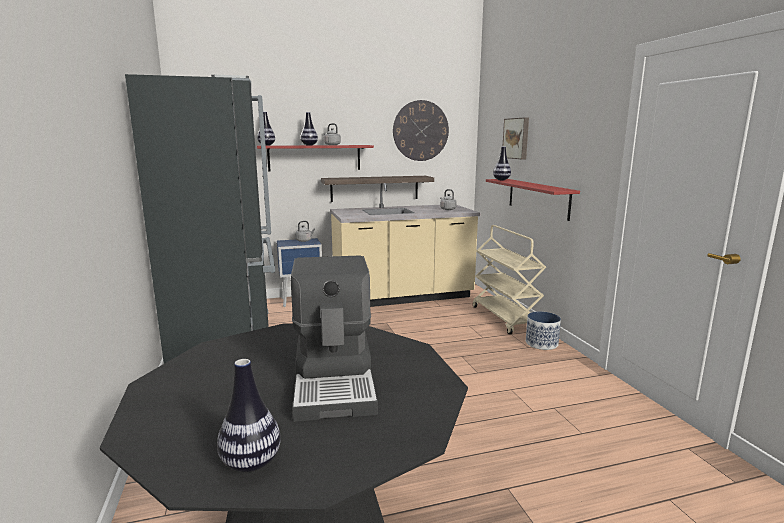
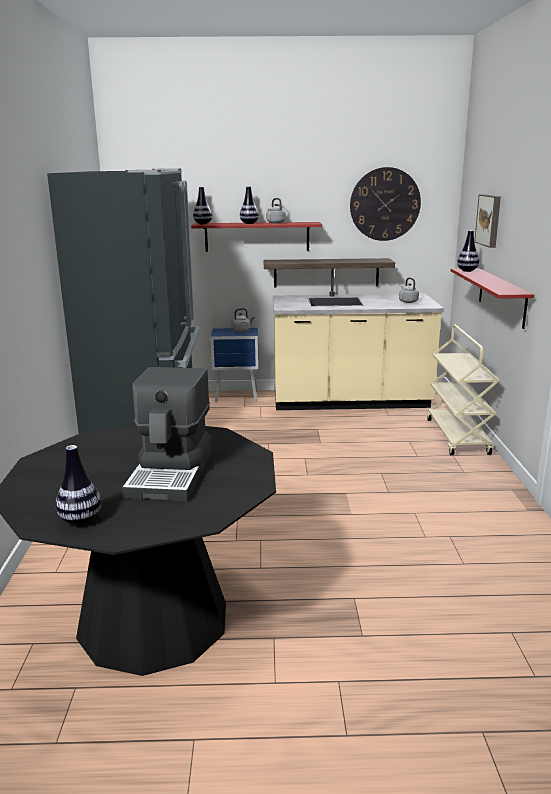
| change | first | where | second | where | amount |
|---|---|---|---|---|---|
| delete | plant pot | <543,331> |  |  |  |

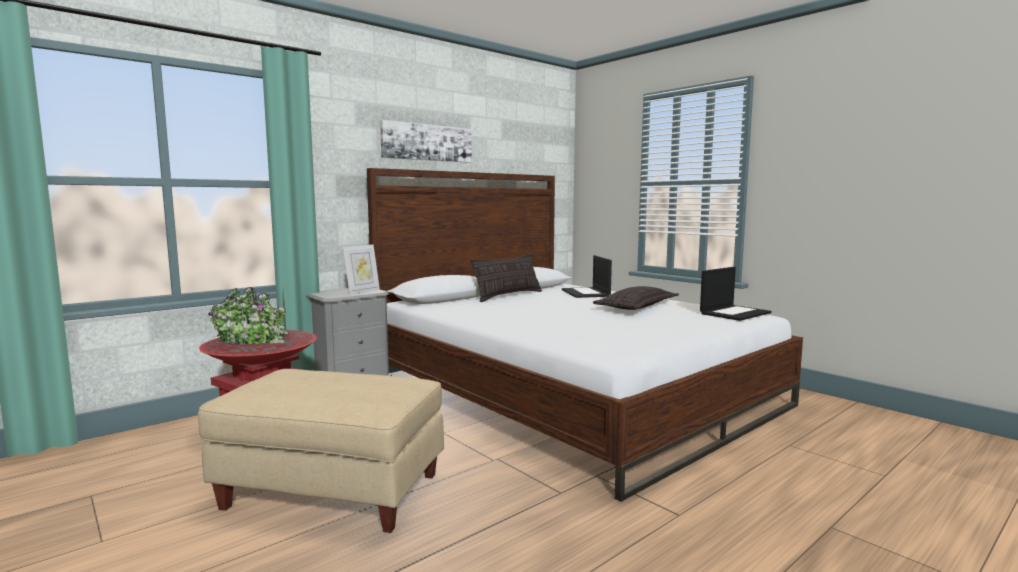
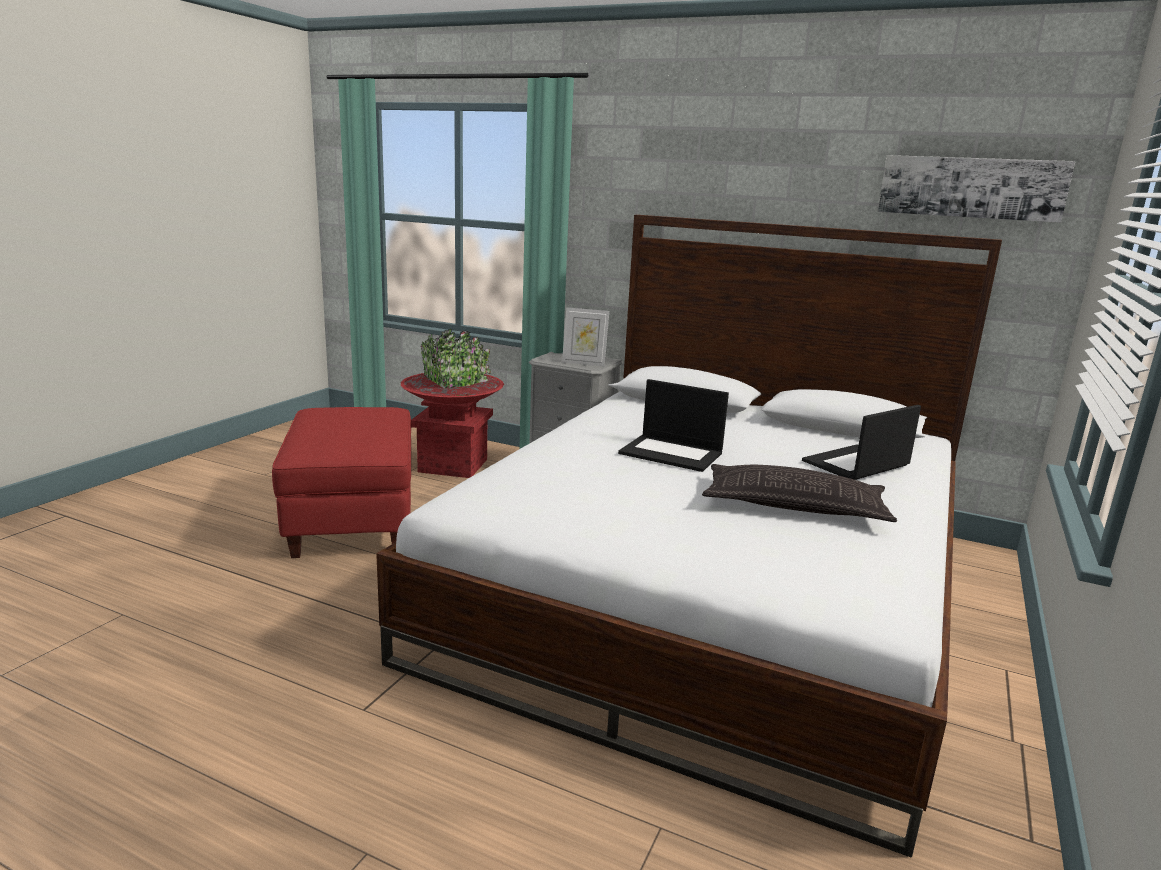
| change | first | where | second | where | amount |
|---|---|---|---|---|---|
| move | wall picture | <426,141> |  | <976,189> |  |
| delete | pillow | <506,277> |  |  |  |
| move | laptop | <735,294> |  | <673,425> |  |
| recolor | pouffe/beige-coloured | <321,451> | pouffe/red-coloured | <341,482> |  |

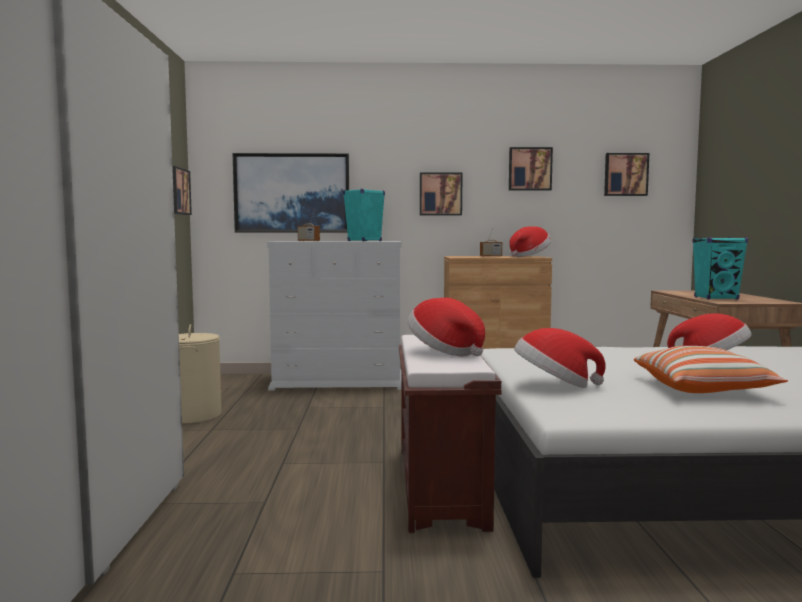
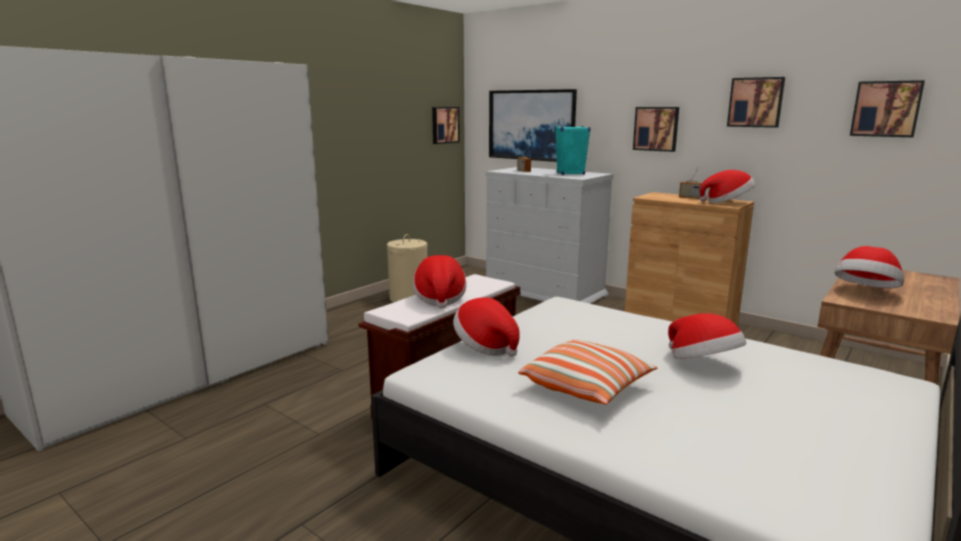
| change | first | where | second | where | amount |
|---|---|---|---|---|---|
| replace | loudspeaker/blue-green | <720,268> | clothing hat | <869,267> |  |

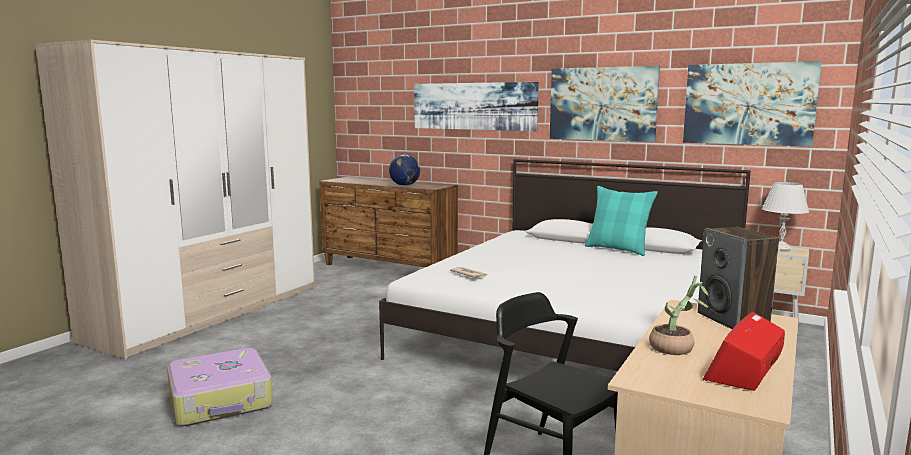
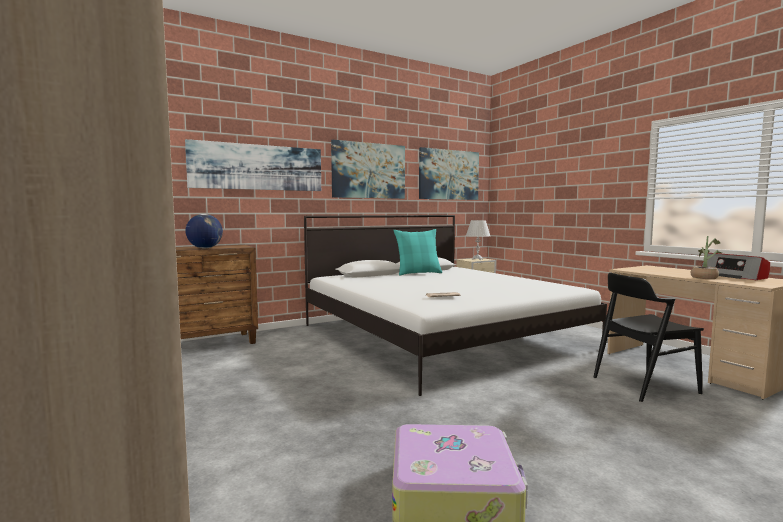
| change | first | where | second | where | amount |
|---|---|---|---|---|---|
| delete | loudspeaker | <738,278> |  |  |  |

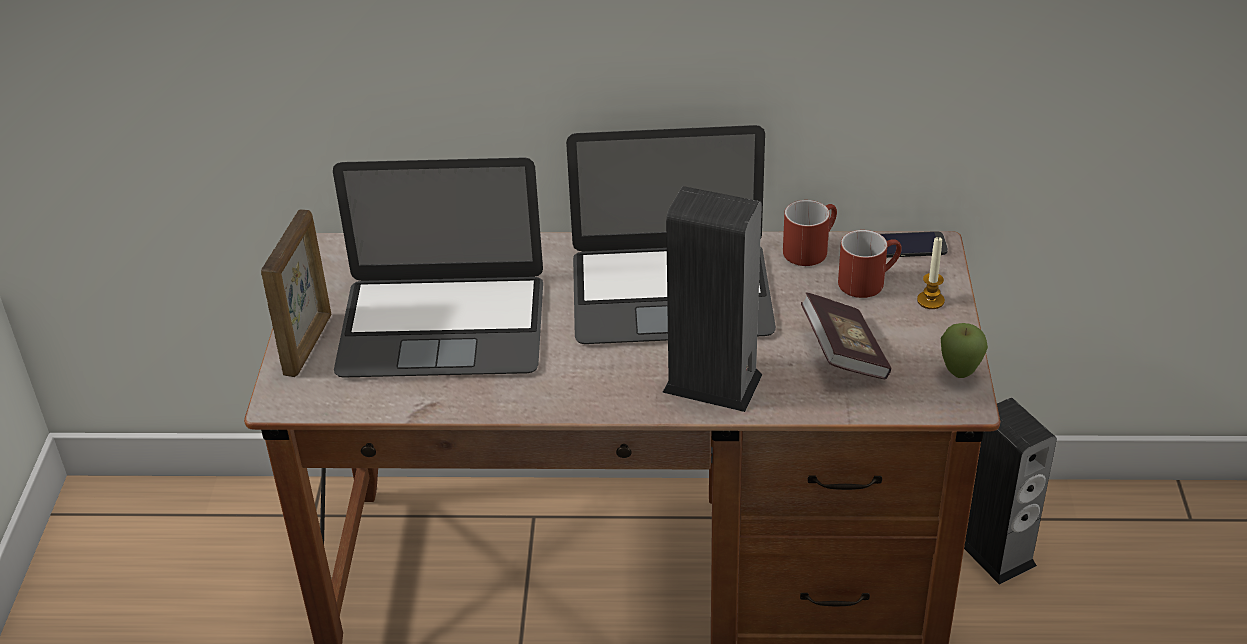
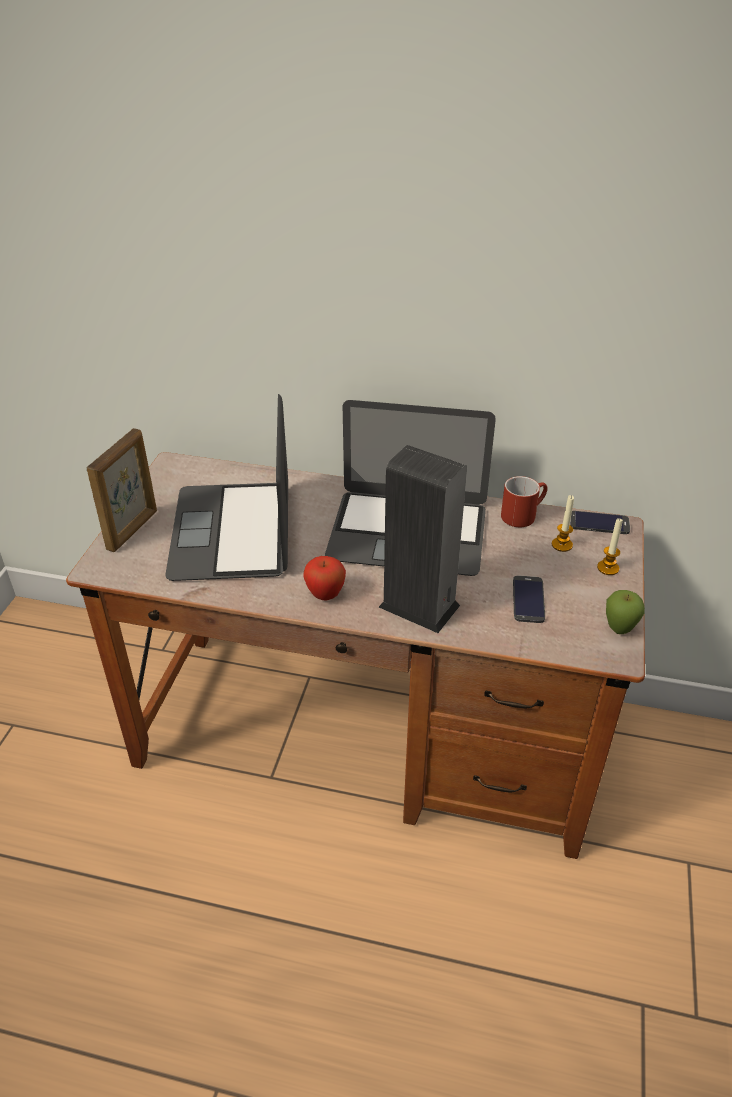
| change | first | where | second | where | amount |
|---|---|---|---|---|---|
| rotate | laptop | <438,267> |  | <226,487> | 75 degrees clockwise |
| replace | mug/red-coloured | <870,264> | wax light | <563,523> |  |
| replace | volume | <846,336> | telephone | <529,599> |  |
| delete | loudspeaker | <1010,491> |  |  |  |
| insert |  |  | apple fruit | <324,578> |  |

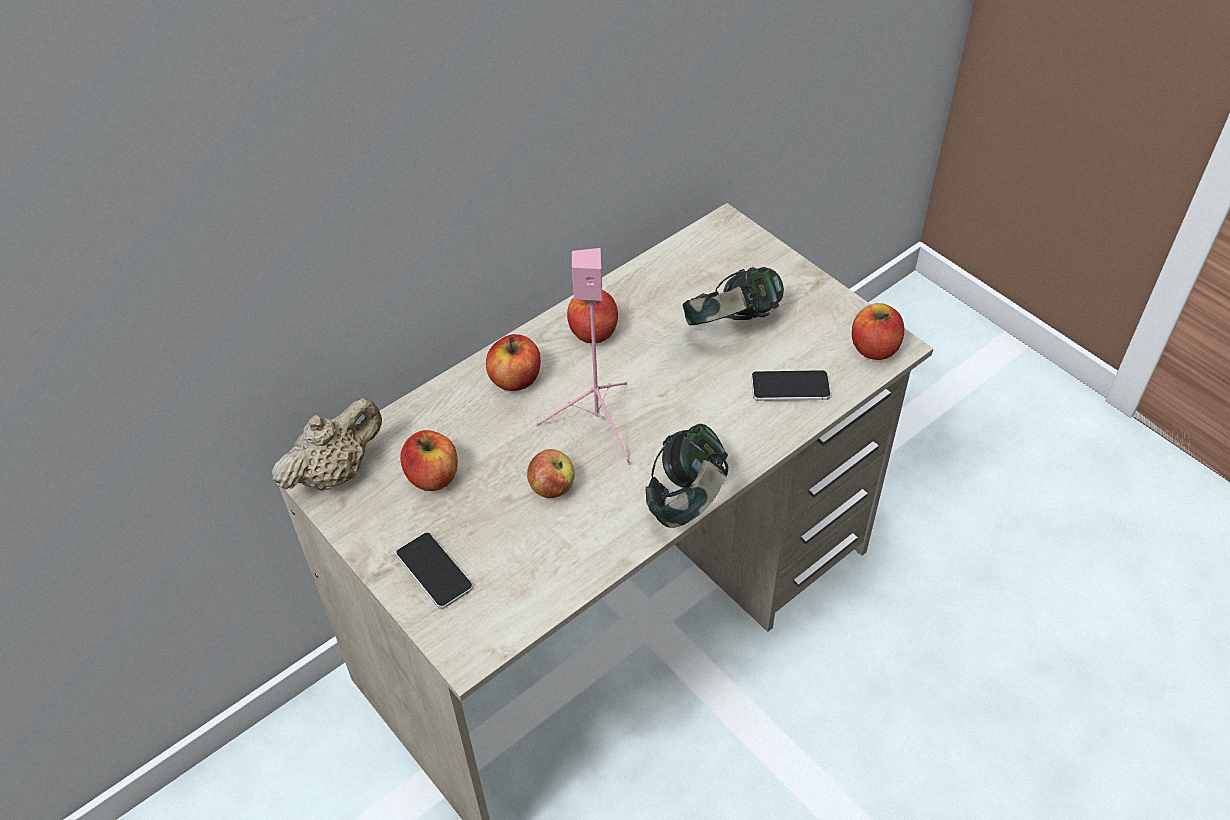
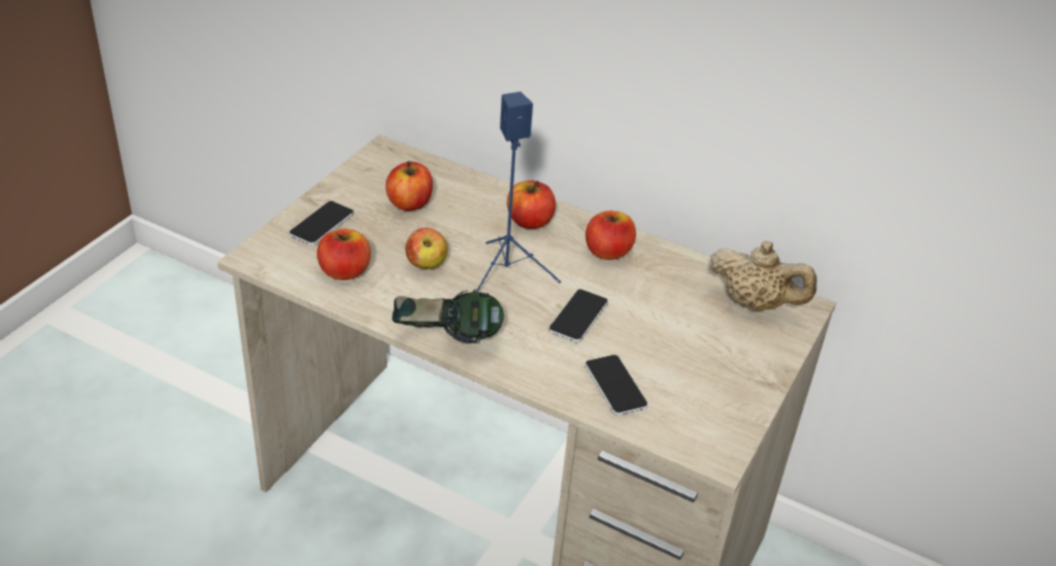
| change | first | where | second | where | amount |
|---|---|---|---|---|---|
| recolor | loudspeaker/pink-coloured | <583,356> | loudspeaker/bluish | <519,191> |  |
| delete | pair of headphones | <733,296> |  |  |  |
| move | apple fruit | <878,331> |  | <344,254> |  |
| move | tea pot/beige-coloured | <327,444> |  | <763,276> |  |
| insert |  |  | telephone | <578,316> |  |

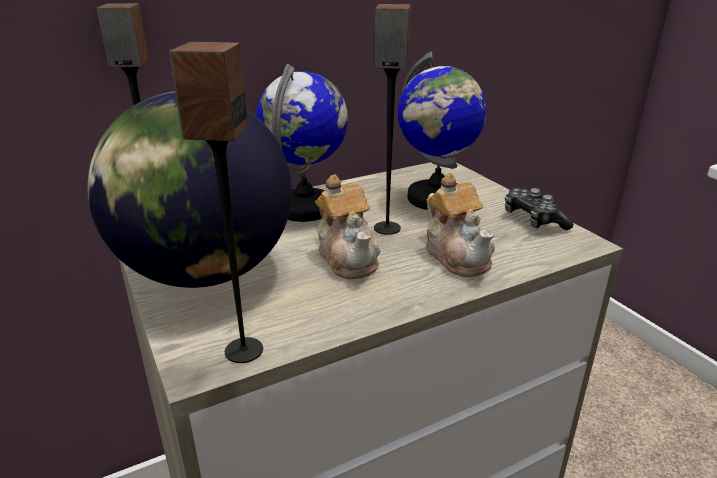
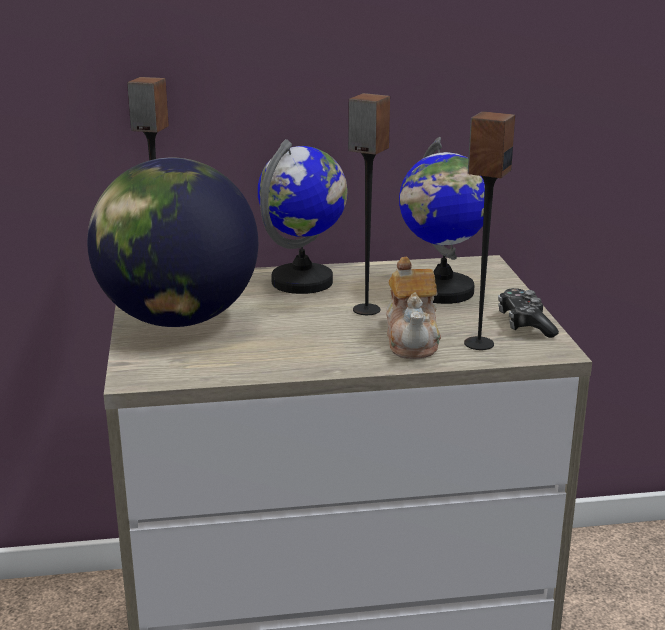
| change | first | where | second | where | amount |
|---|---|---|---|---|---|
| move | loudspeaker | <216,202> |  | <489,230> |  |
| delete | tea pot | <347,226> |  |  |  |

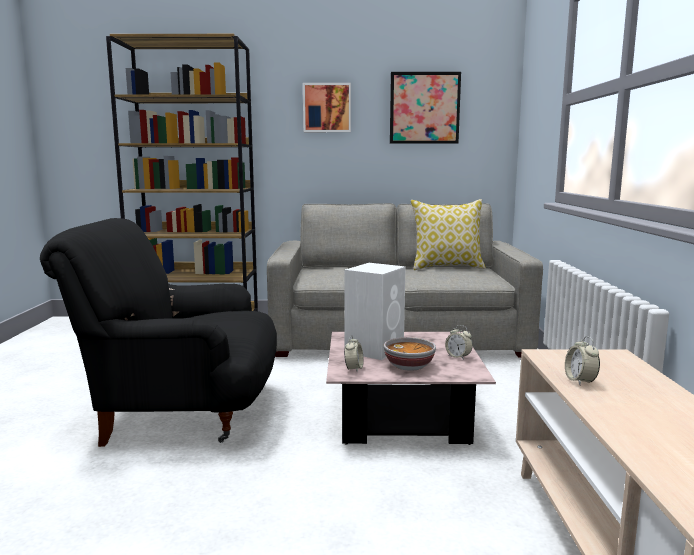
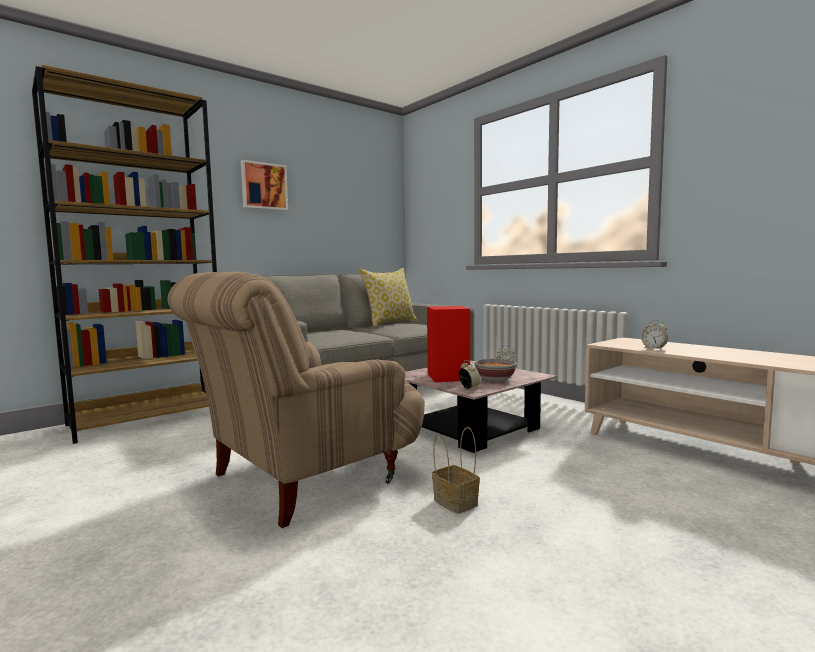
| change | first | where | second | where | amount |
|---|---|---|---|---|---|
| delete | wall picture | <425,108> |  |  |  |
| recolor | lounge chair/black | <158,332> | lounge chair/beige-coloured | <296,400> |  |
| recolor | loudspeaker/white | <375,311> | loudspeaker/red-coloured | <448,344> |  |
| insert |  |  | household basket | <456,470> |  |

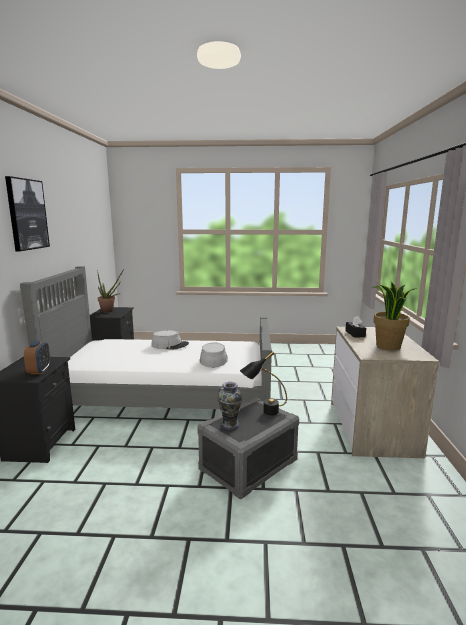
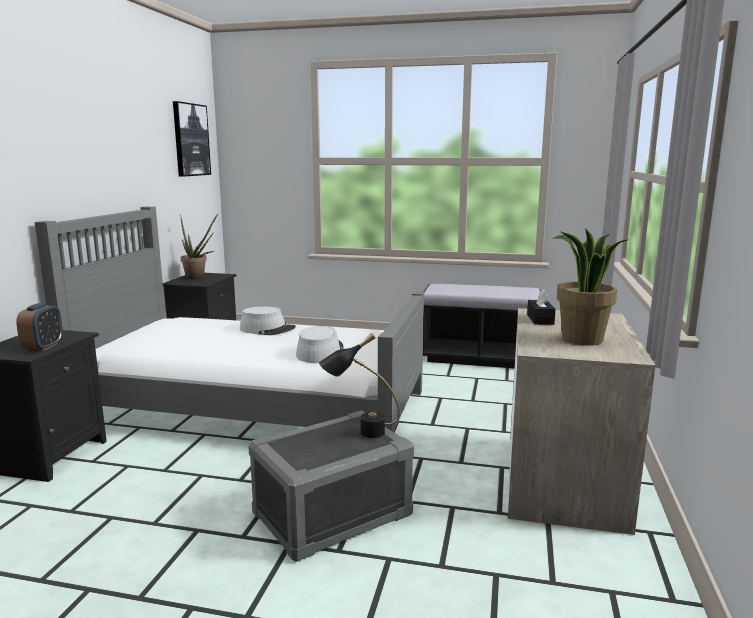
| change | first | where | second | where | amount |
|---|---|---|---|---|---|
| move | wall picture | <27,213> |  | <192,139> |  |
| delete | flower vase | <230,406> |  |  |  |
| insert |  |  | bench/black | <482,326> |  |

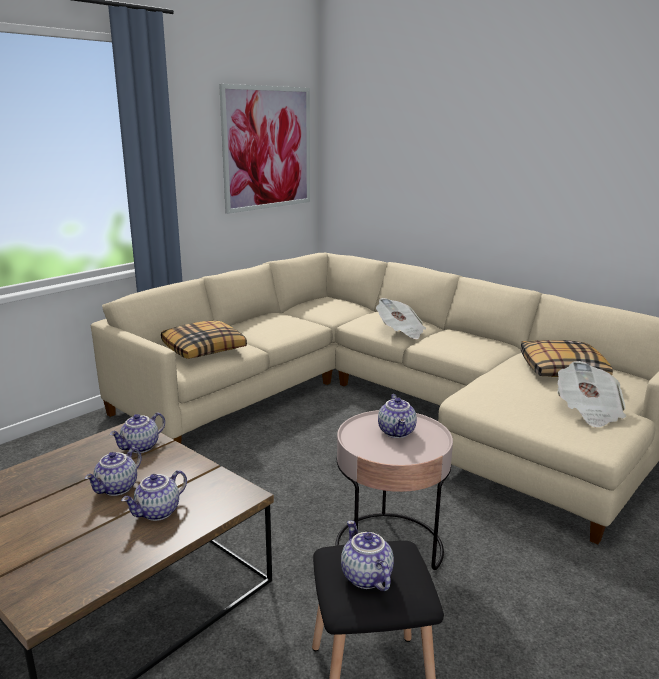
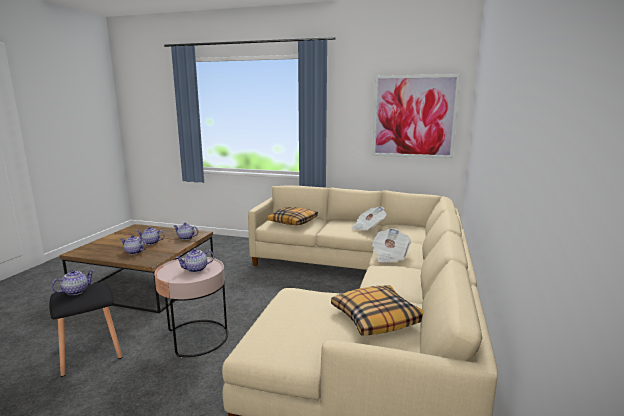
| change | first | where | second | where | amount |
|---|---|---|---|---|---|
| move | daily paper | <592,394> |  | <369,219> |  |

